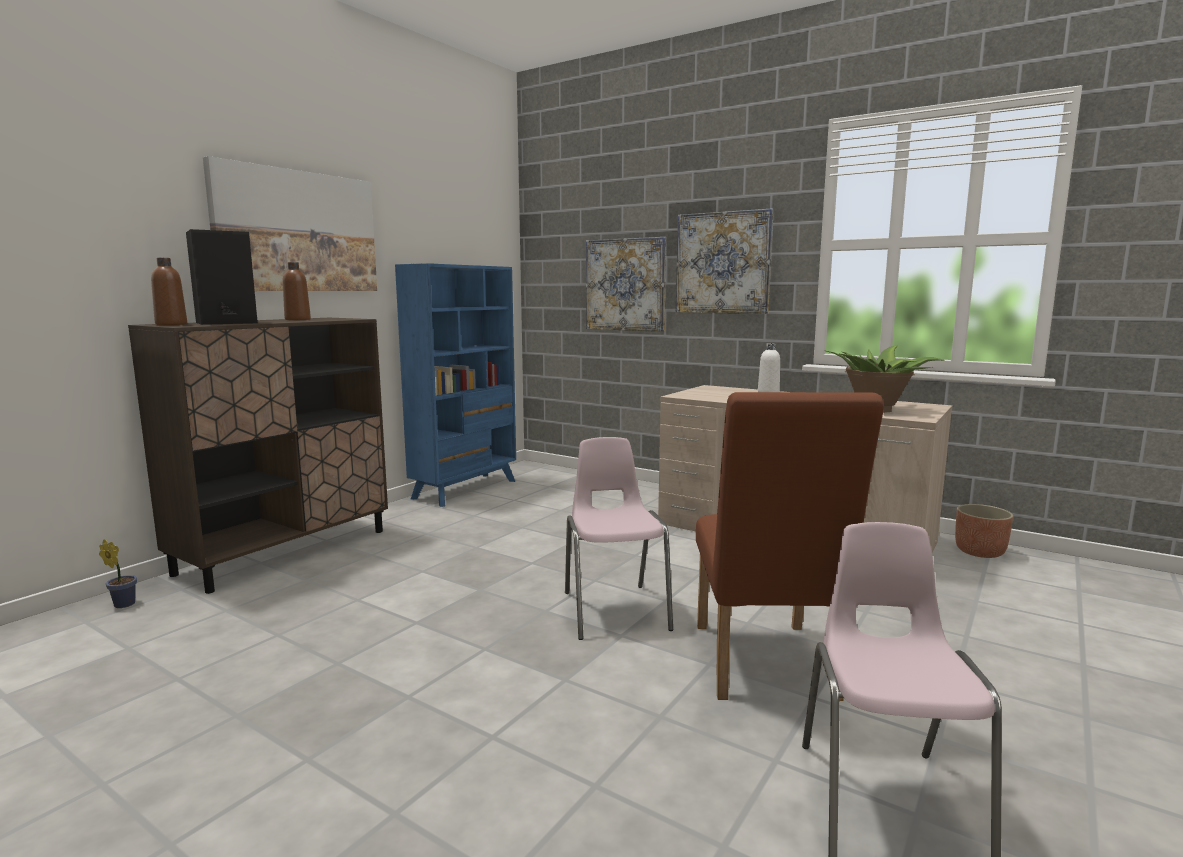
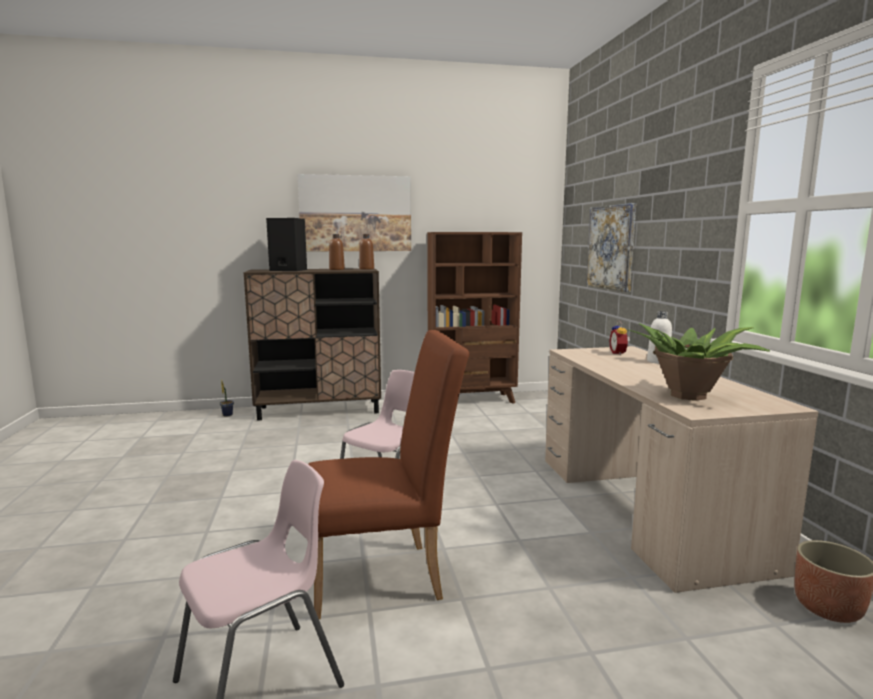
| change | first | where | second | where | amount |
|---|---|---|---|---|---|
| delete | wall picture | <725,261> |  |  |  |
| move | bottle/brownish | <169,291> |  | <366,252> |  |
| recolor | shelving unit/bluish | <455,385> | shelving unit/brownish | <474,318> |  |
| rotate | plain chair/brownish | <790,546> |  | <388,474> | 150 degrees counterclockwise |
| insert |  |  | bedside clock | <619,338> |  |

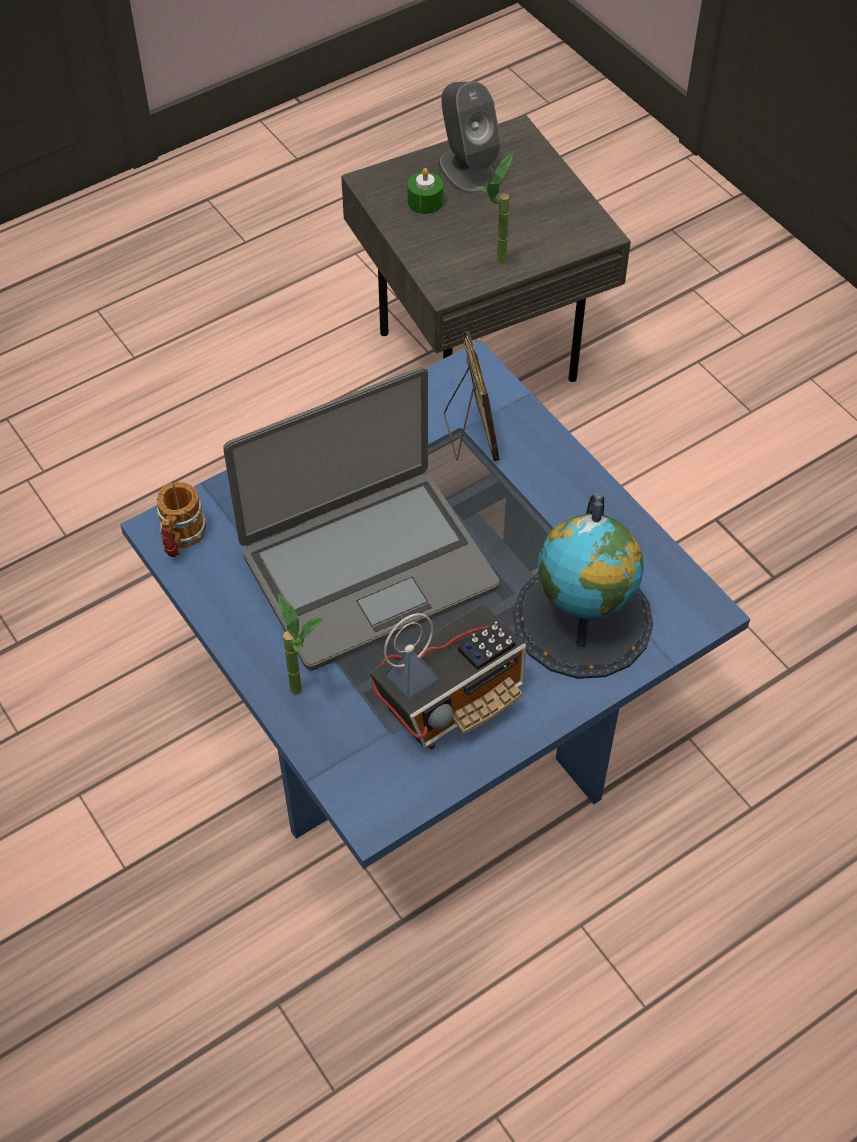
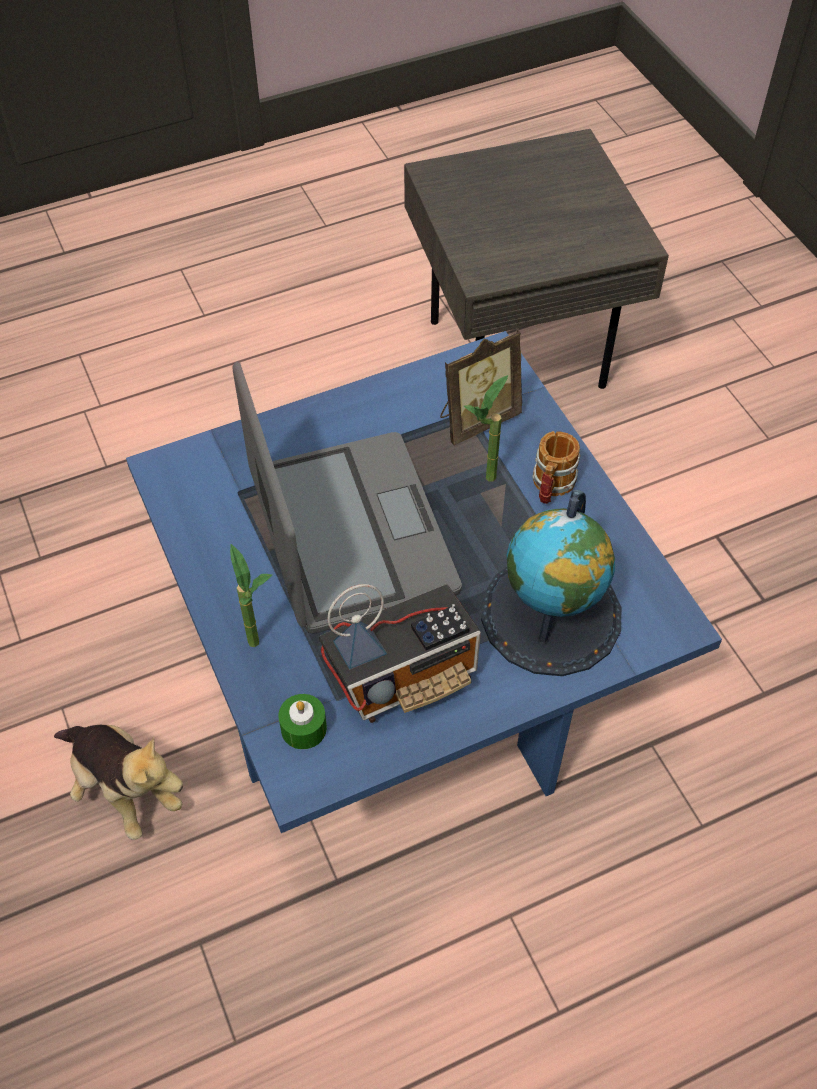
| change | first | where | second | where | amount |
|---|---|---|---|---|---|
| delete | loudspeaker/greyish | <469,138> |  |  |  |
| move | houseplant | <495,208> |  | <486,428> |  |
| move | wax light/green | <425,191> |  | <302,721> |  |
| rotate | standing frame | <472,396> |  | <481,387> | 60 degrees clockwise |
| rotate | laptop | <361,519> |  | <347,497> | 90 degrees counterclockwise |
| move | mug | <182,519> |  | <556,467> |  |
| insert |  |  | plush toy | <118,782> |  |

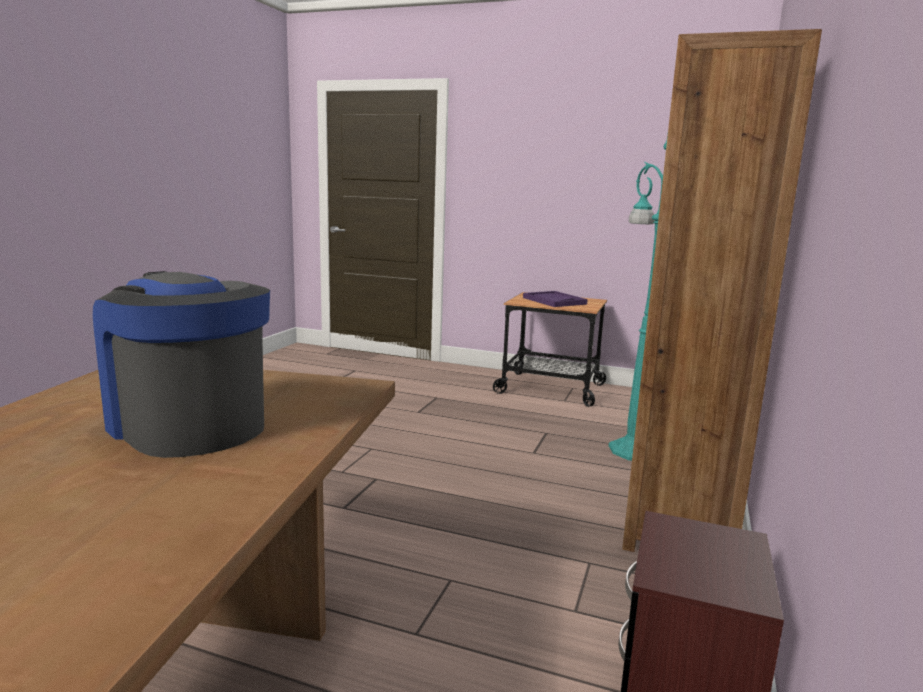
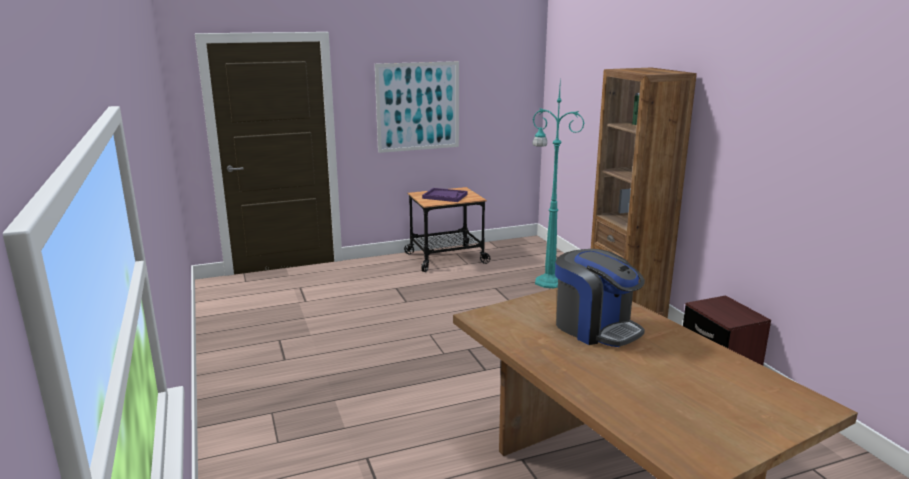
| change | first | where | second | where | amount |
|---|---|---|---|---|---|
| rotate | coffee maker | <181,364> |  | <600,298> | 135 degrees counterclockwise |
| insert |  |  | wall picture | <417,107> |  |

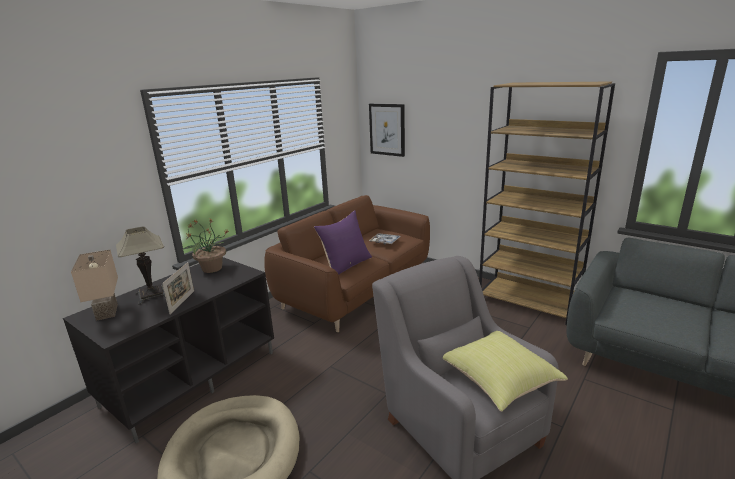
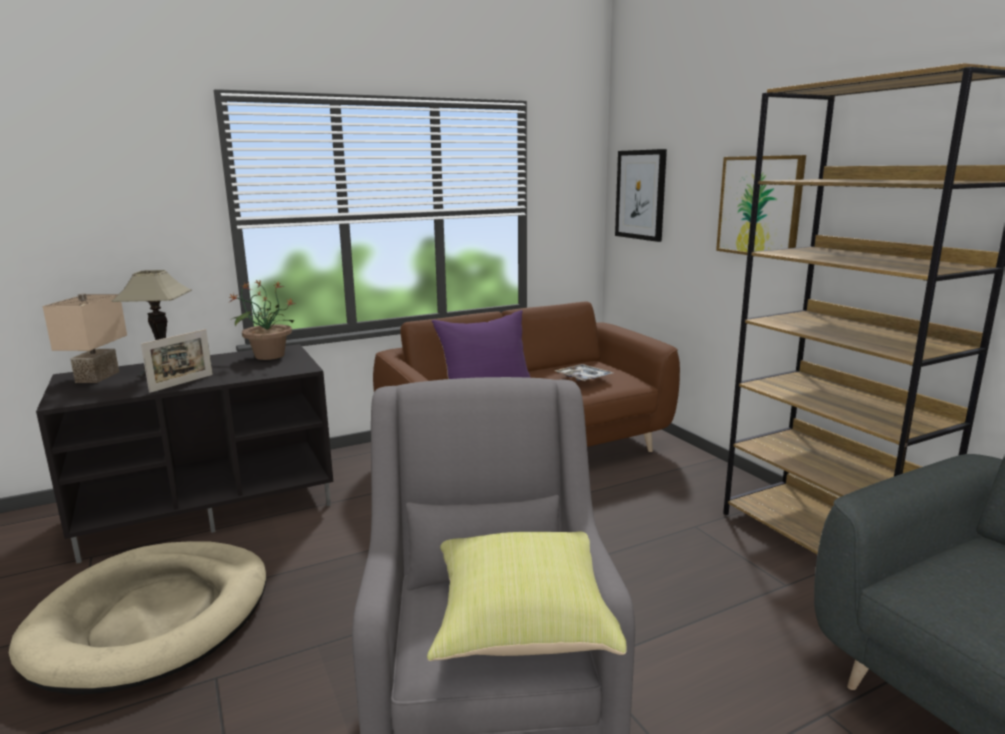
| change | first | where | second | where | amount |
|---|---|---|---|---|---|
| insert |  |  | wall picture | <761,208> |  |

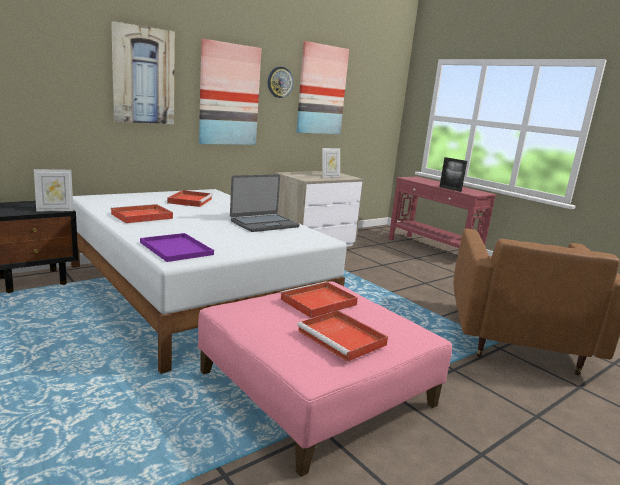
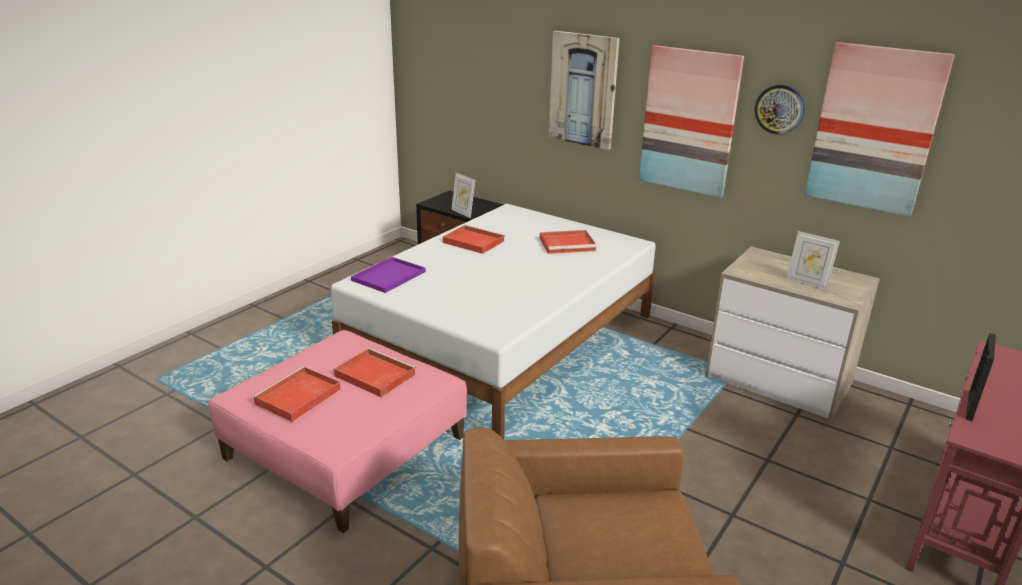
| change | first | where | second | where | amount |
|---|---|---|---|---|---|
| delete | laptop | <265,203> |  |  |  |

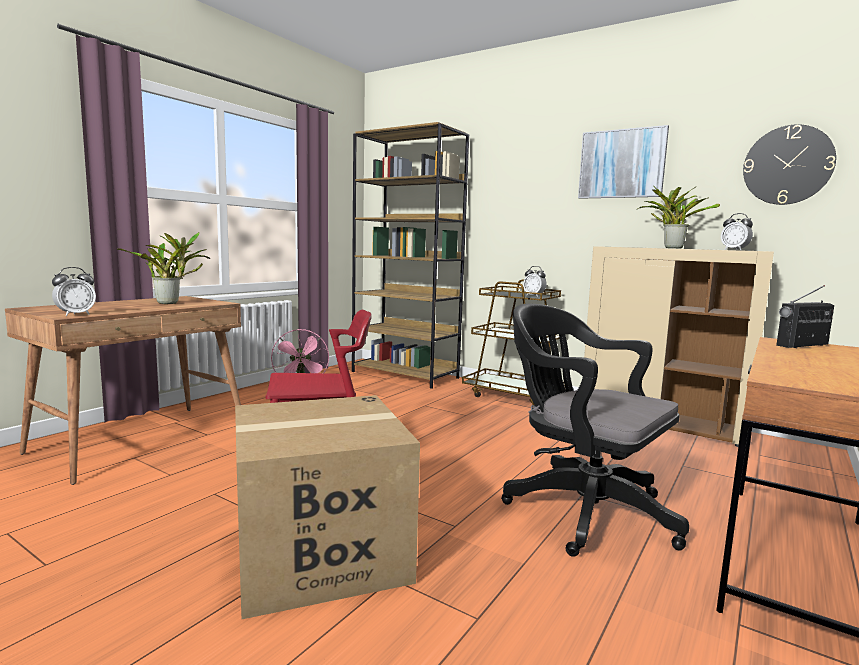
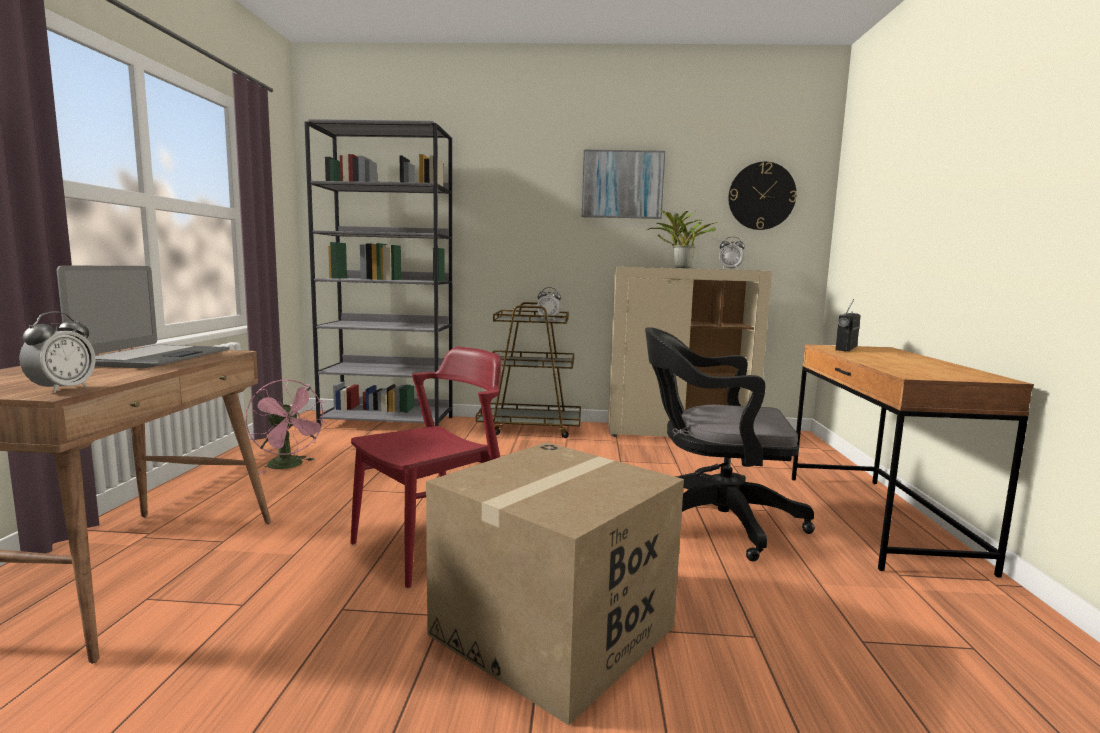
| change | first | where | second | where | amount |
|---|---|---|---|---|---|
| recolor | shelving unit/brownish | <410,255> | shelving unit/greyish | <378,273> |  |
| replace | houseplant | <163,268> | laptop | <143,316> |  |

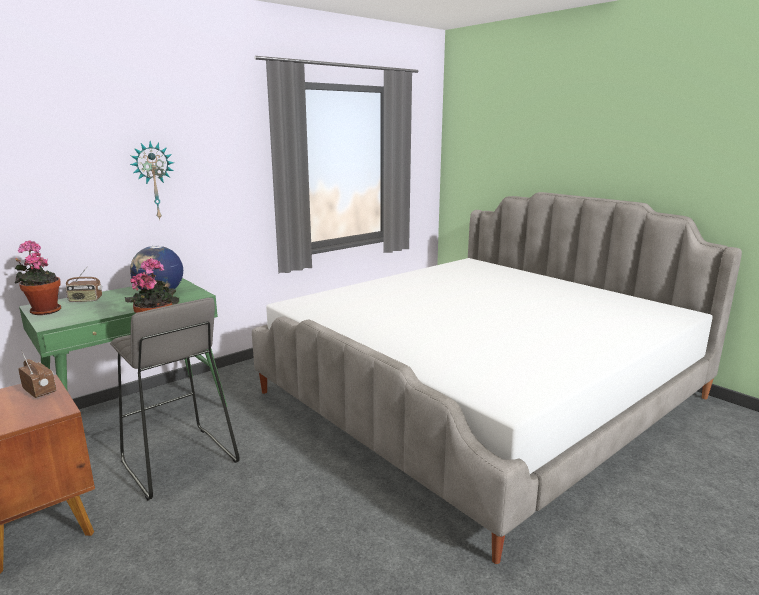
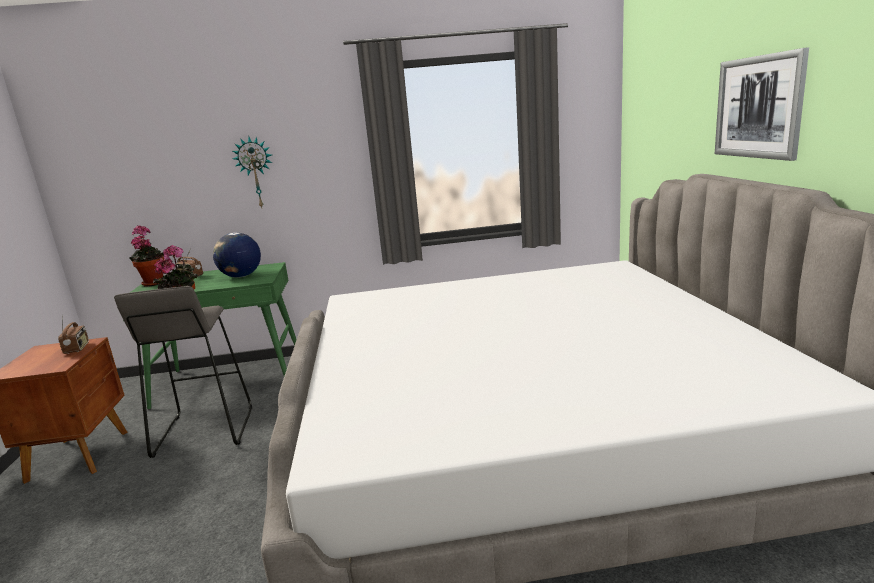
| change | first | where | second | where | amount |
|---|---|---|---|---|---|
| insert |  |  | wall picture | <762,104> |  |

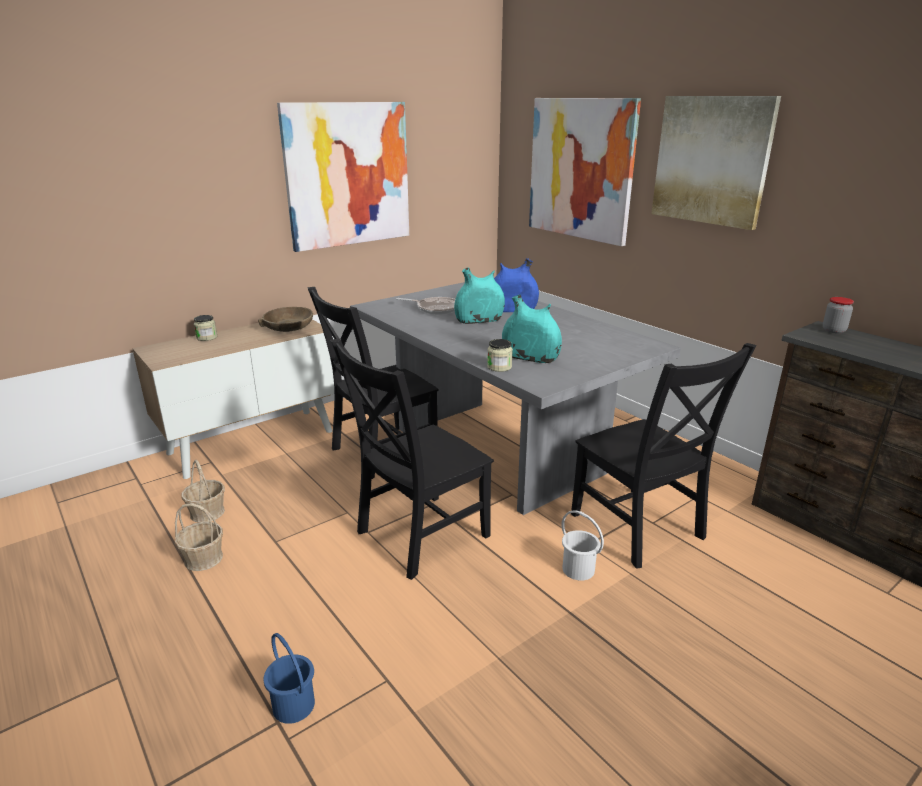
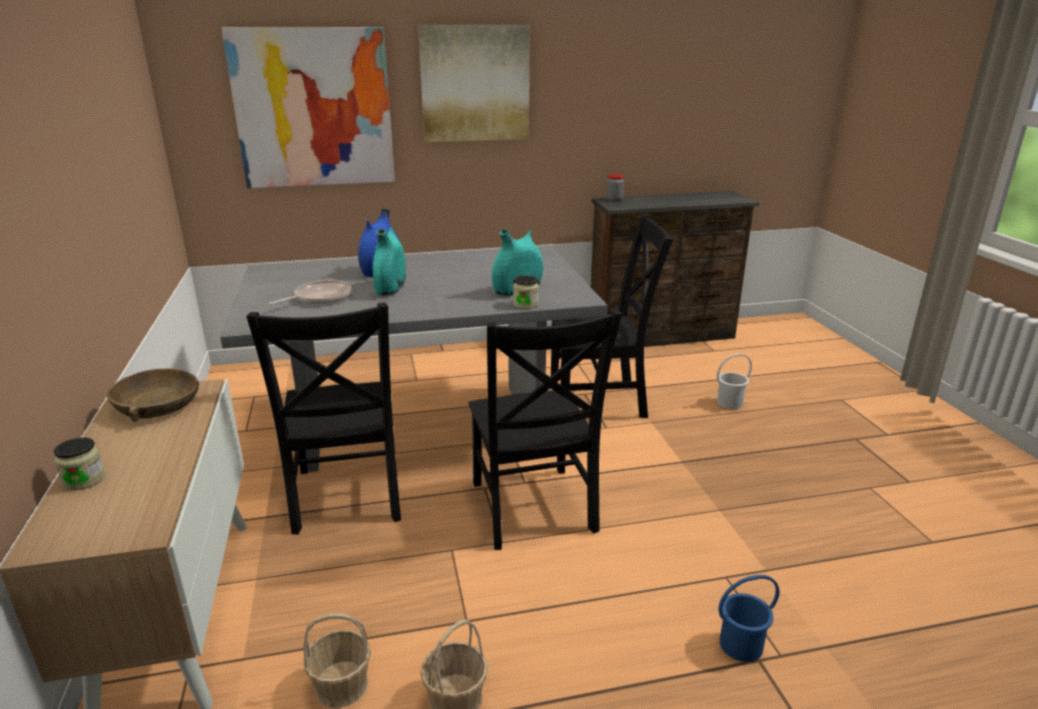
| change | first | where | second | where | amount |
|---|---|---|---|---|---|
| delete | wall picture | <343,177> |  |  |  |
| move | water bucket/white | <583,545> |  | <734,381> |  |

